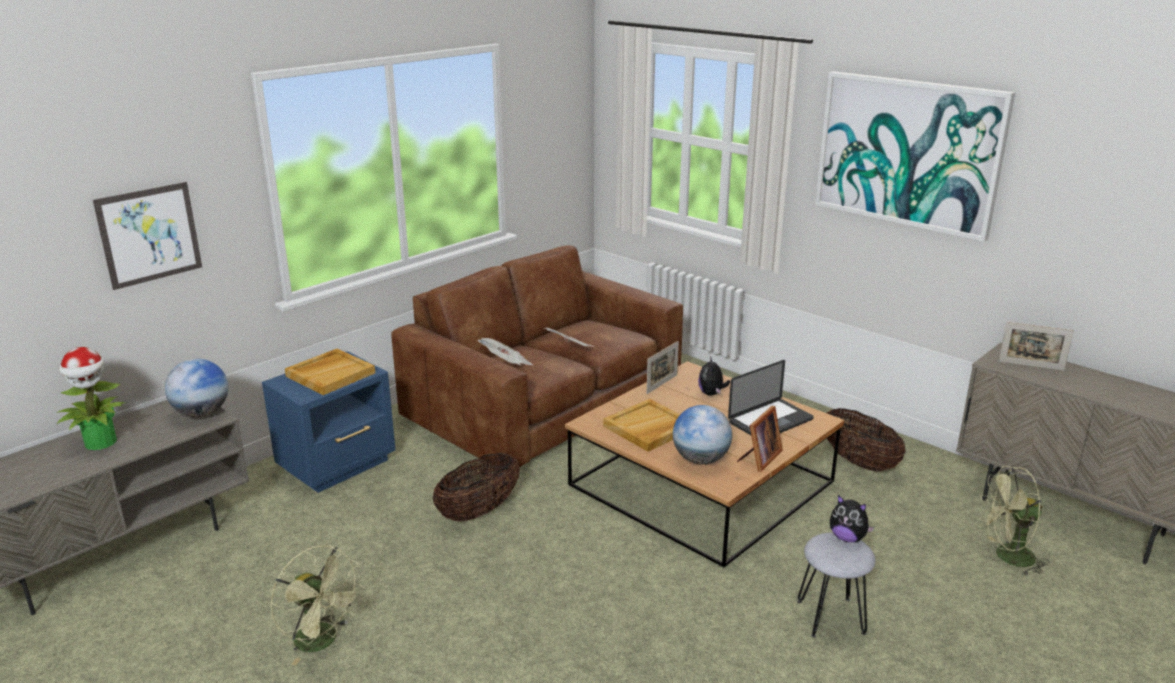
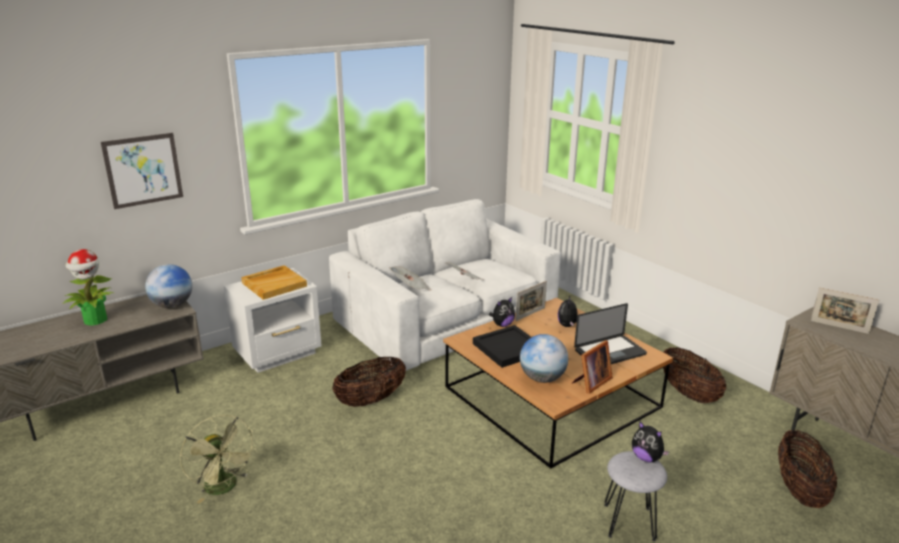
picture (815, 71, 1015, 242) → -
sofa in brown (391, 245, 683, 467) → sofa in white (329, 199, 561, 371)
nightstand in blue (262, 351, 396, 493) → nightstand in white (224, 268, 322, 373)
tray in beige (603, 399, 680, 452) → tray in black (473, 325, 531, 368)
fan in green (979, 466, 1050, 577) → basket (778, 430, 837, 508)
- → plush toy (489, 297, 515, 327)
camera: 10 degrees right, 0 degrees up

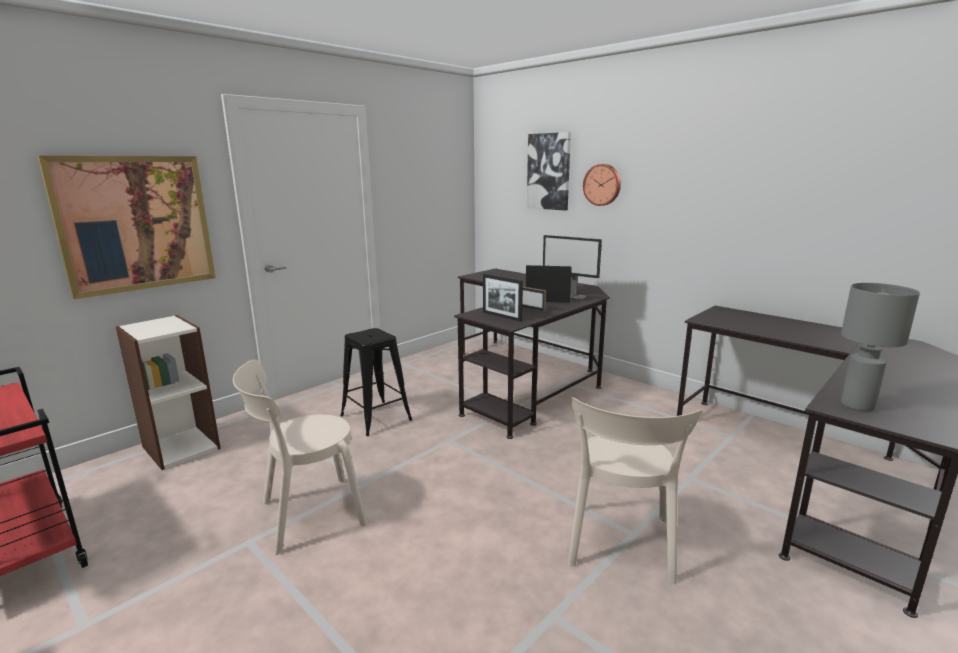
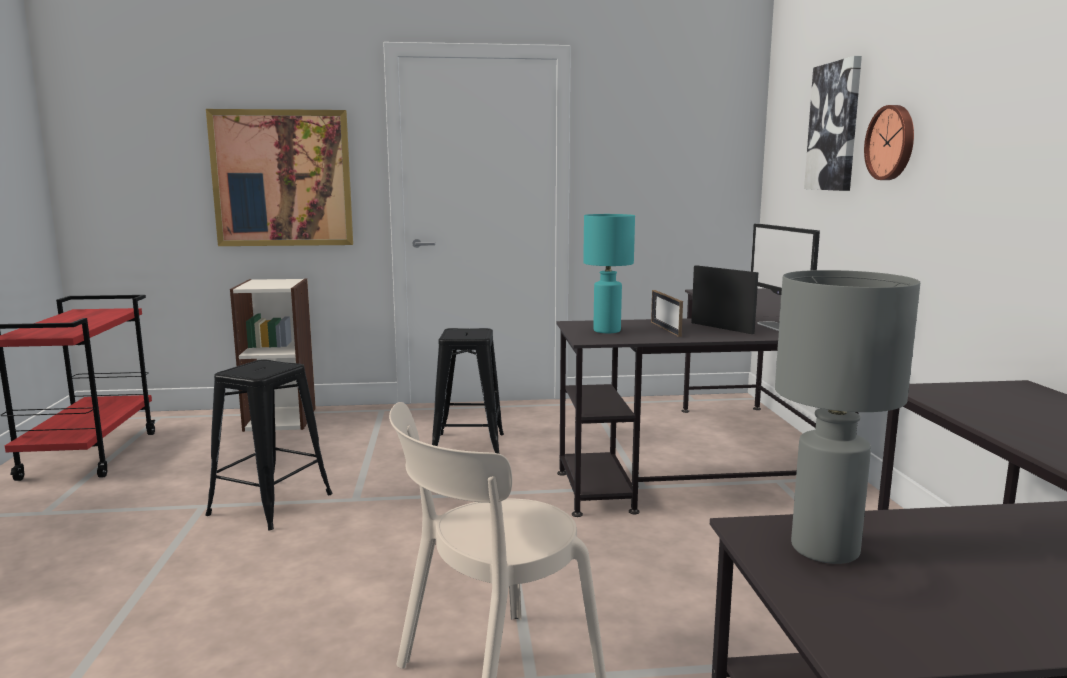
picture frame (483, 274, 523, 321) → table lamp in turquoise (583, 214, 635, 333)
chair in beige (233, 360, 367, 555) → stool in black (205, 359, 332, 531)
camera: 40 degrees right, 5 degrees down

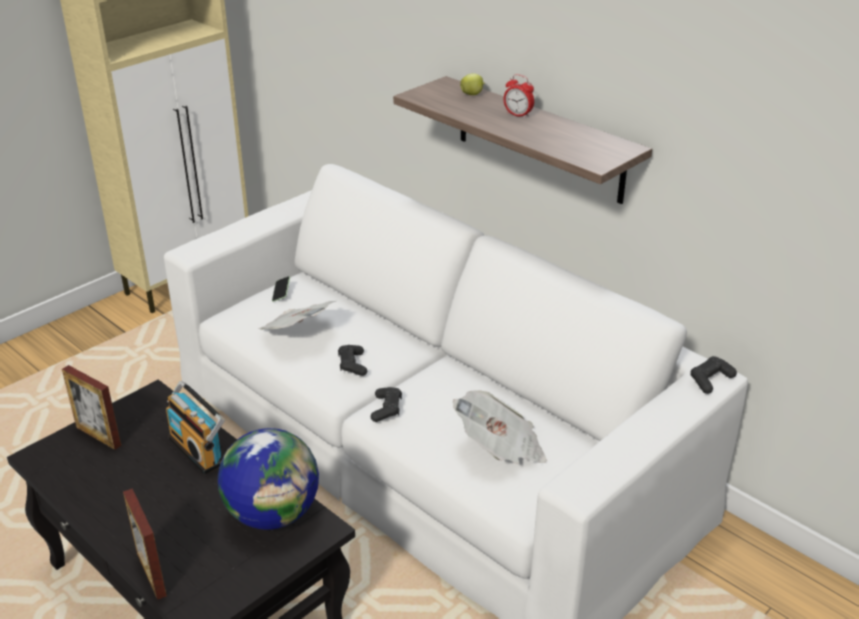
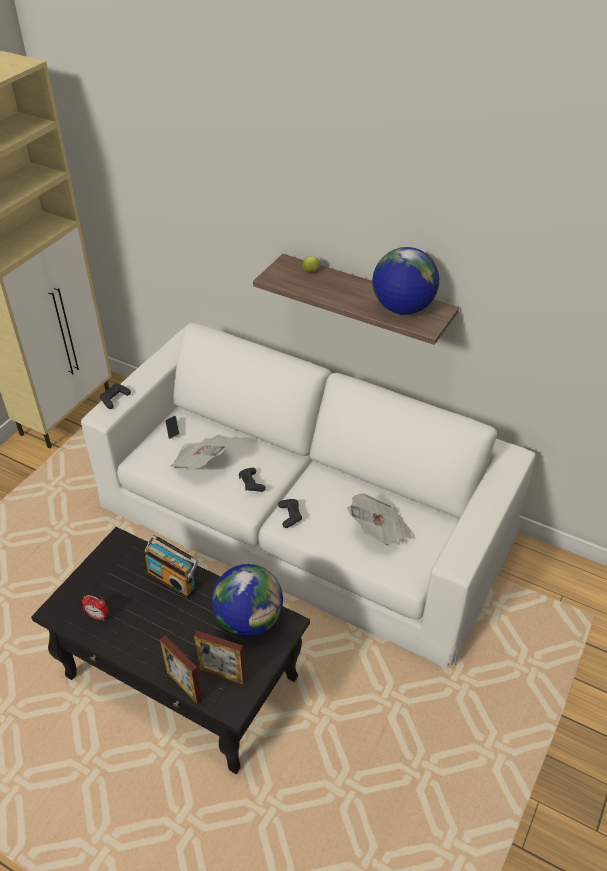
alarm clock (504, 74, 534, 119) → alarm clock (82, 595, 109, 621), move
game controller in black (690, 356, 737, 394) → game controller in black (100, 383, 131, 409), move
picture frame (62, 365, 121, 450) → picture frame (194, 631, 246, 685), move
- → globe (373, 247, 439, 315)
camera: 15 degrees left, 10 degrees up

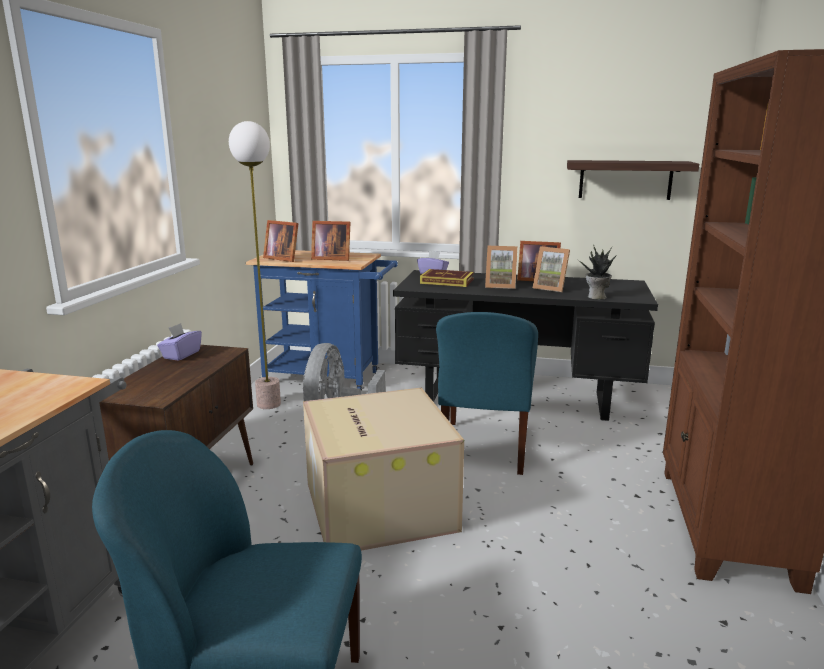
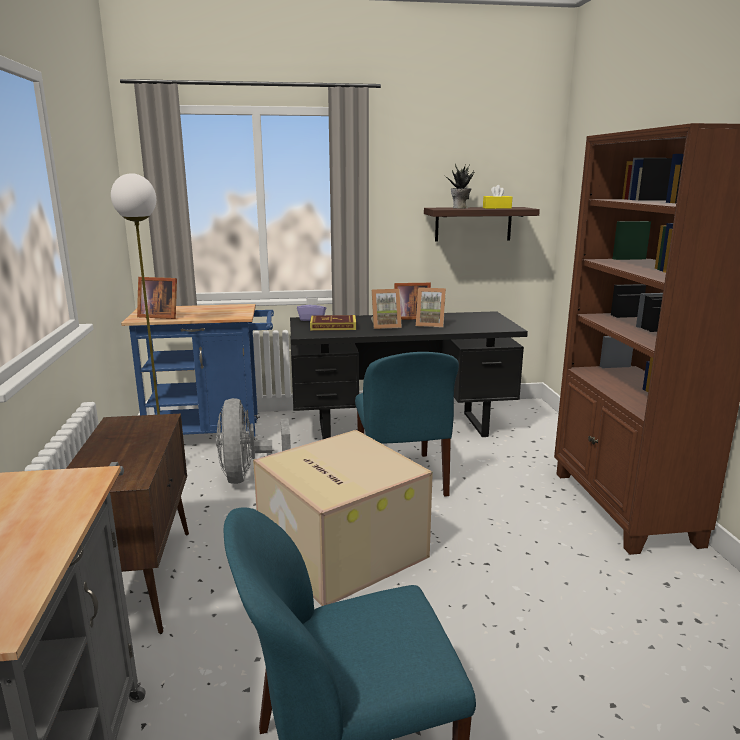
picture frame (311, 221, 350, 261) → -
potted plant (577, 245, 616, 300) → potted plant (444, 164, 475, 208), move
tissue box in purple (157, 323, 202, 361) → -
- → tissue box in yellow (483, 185, 512, 209)
camera: 20 degrees left, 0 degrees up

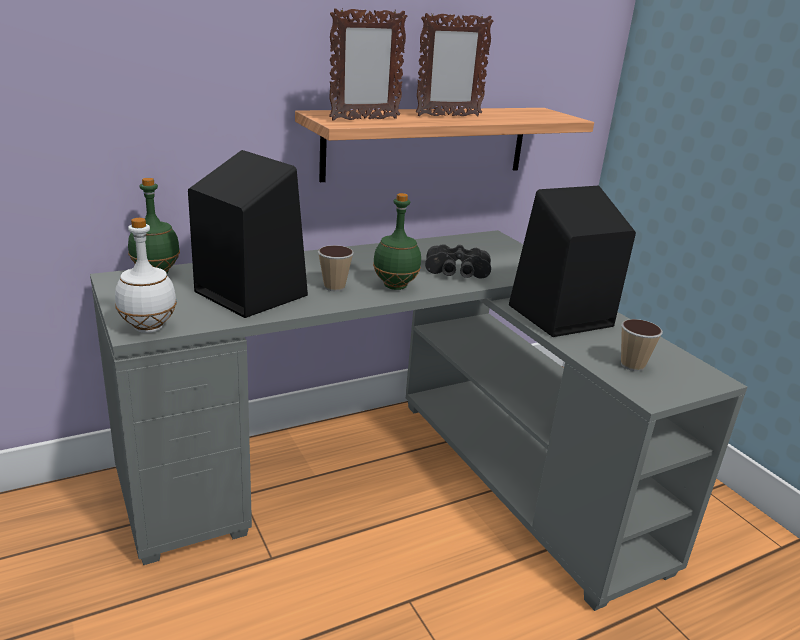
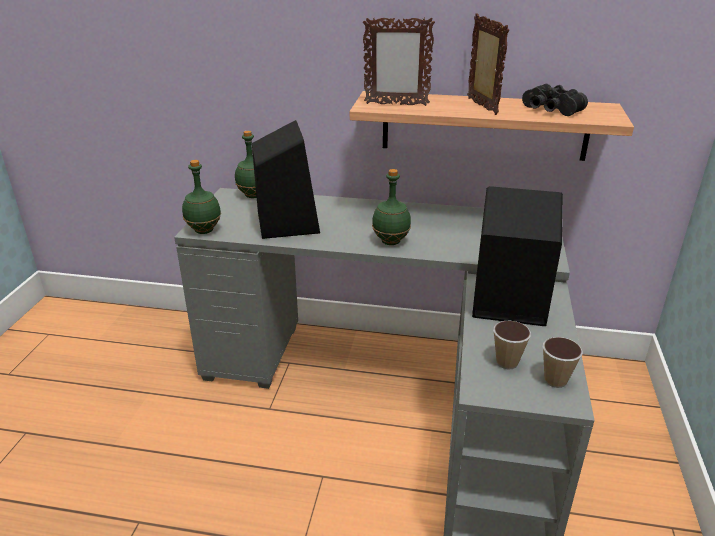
picture frame (416, 12, 494, 116) → picture frame (467, 13, 509, 115), 120 degrees counterclockwise
bottle in white (115, 218, 177, 333) → bottle in green (182, 160, 221, 234)
binoculars in black (425, 244, 491, 279) → binoculars in black (522, 84, 588, 116), move
cup (318, 245, 354, 291) → cup (543, 337, 583, 388), move
camera: 40 degrees right, 5 degrees up

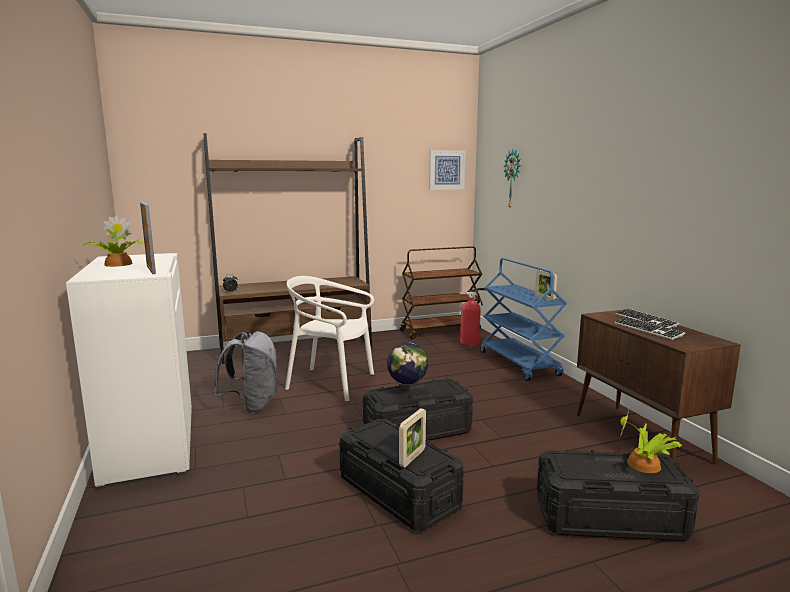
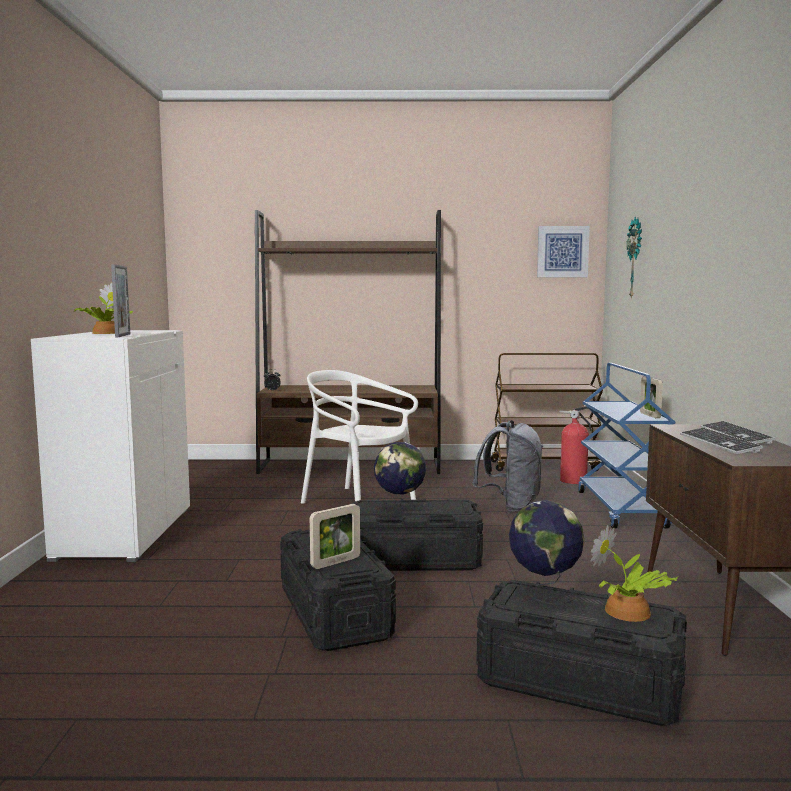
backpack in grey (214, 331, 278, 413) → backpack in grey (472, 420, 543, 512), move
- → globe (509, 500, 585, 605)
camera: 20 degrees right, 5 degrees down

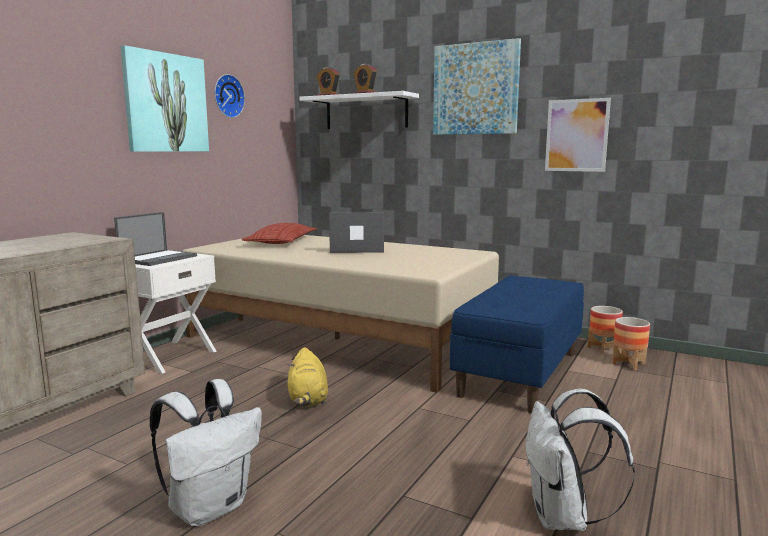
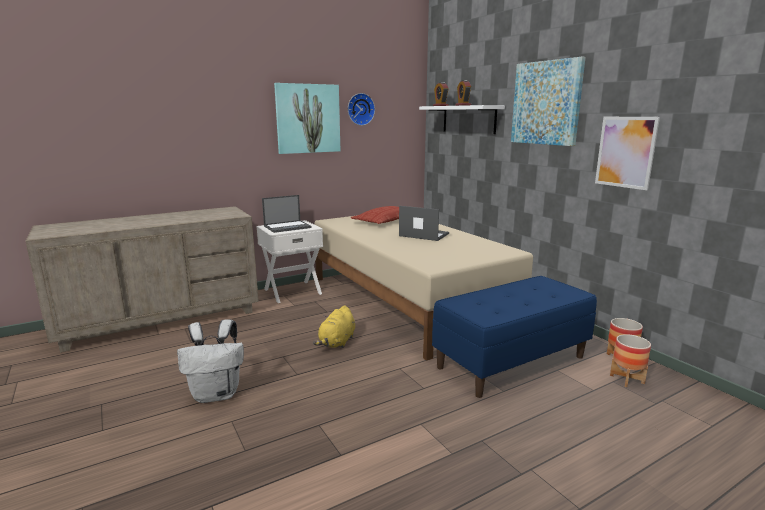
backpack in white (526, 389, 635, 531) → -
camera: 30 degrees right, 5 degrees up

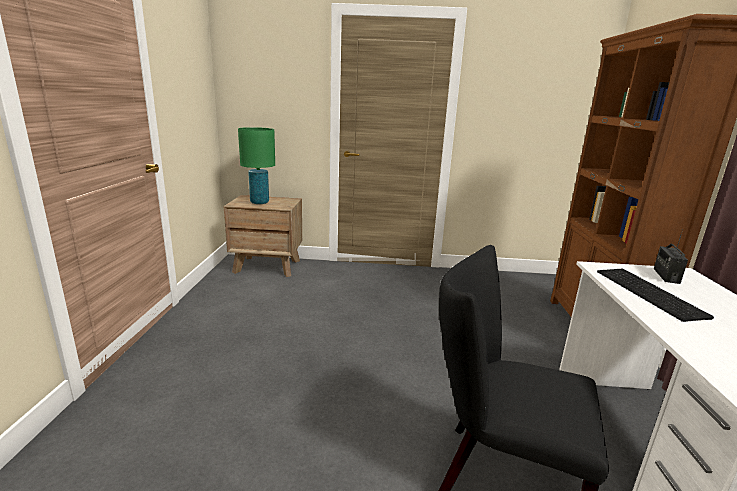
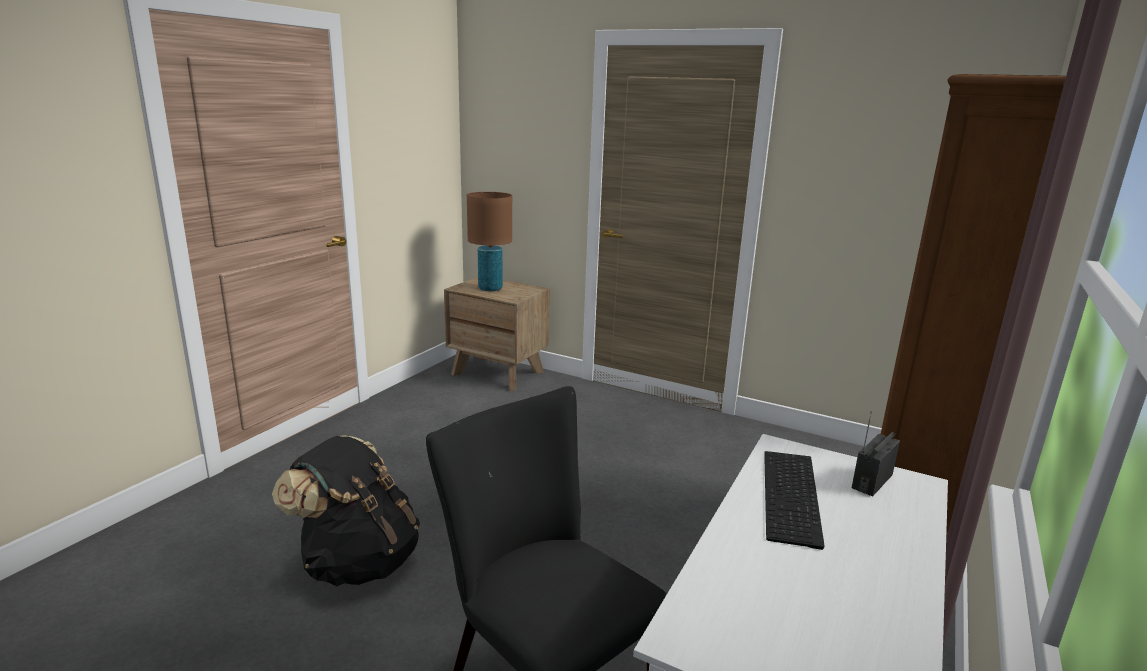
table lamp in green (238, 127, 275, 204) → table lamp in brown (467, 192, 512, 291)
- → backpack in black (272, 435, 420, 586)
camera: 25 degrees right, 0 degrees up

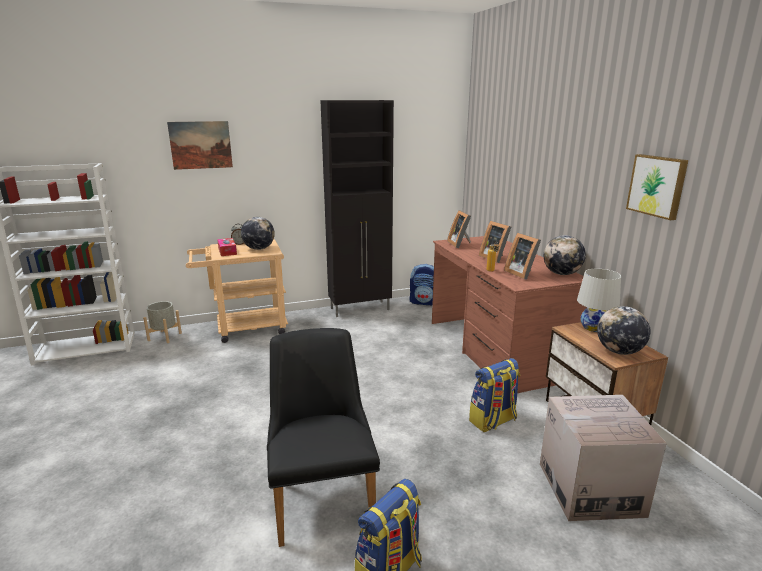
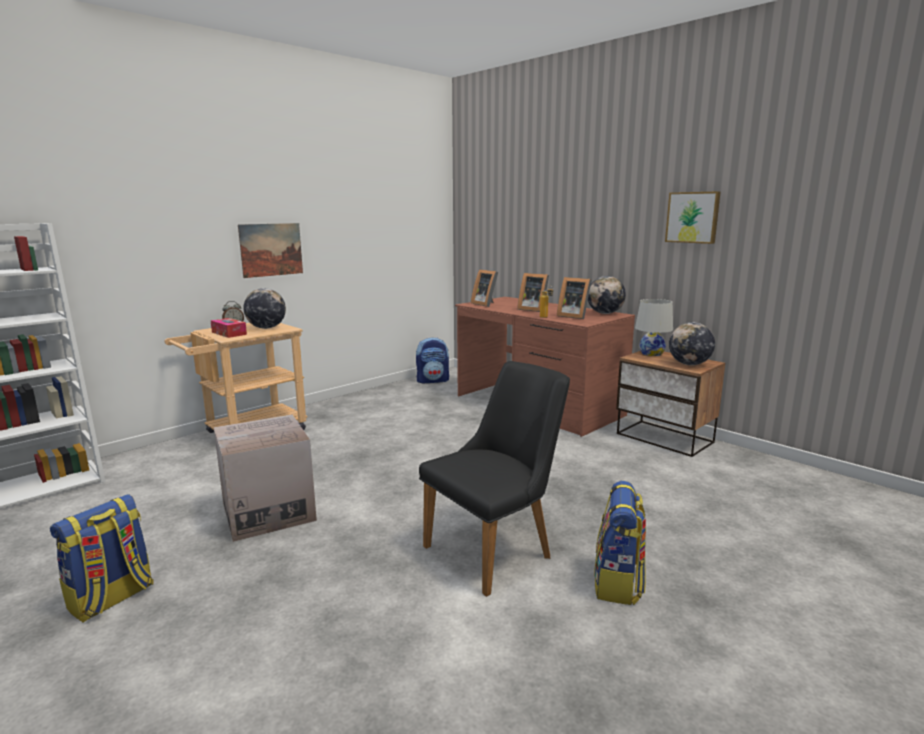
cabinet in black (320, 100, 394, 317) → -
picture (167, 121, 233, 170) → picture (238, 223, 303, 278), move
planter in grey (143, 301, 182, 343) → -
chair in black (267, 328, 380, 547) → chair in black (419, 361, 570, 597), 90 degrees clockwise
backpack (469, 358, 520, 432) → backpack (50, 494, 154, 623), move
cardboard box (540, 395, 667, 521) → cardboard box (214, 415, 317, 542), move
camera: 25 degrees left, 5 degrees down

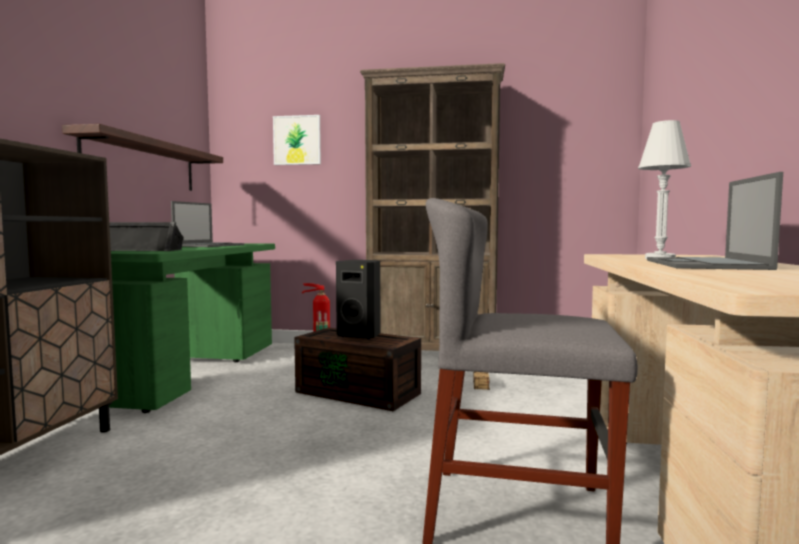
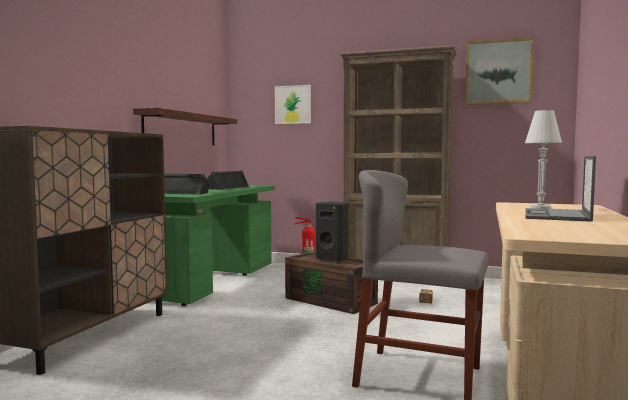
laptop (171, 201, 244, 247) → speaker in black (207, 170, 249, 190)
- → picture (465, 37, 534, 105)
camera: 10 degrees right, 0 degrees up

